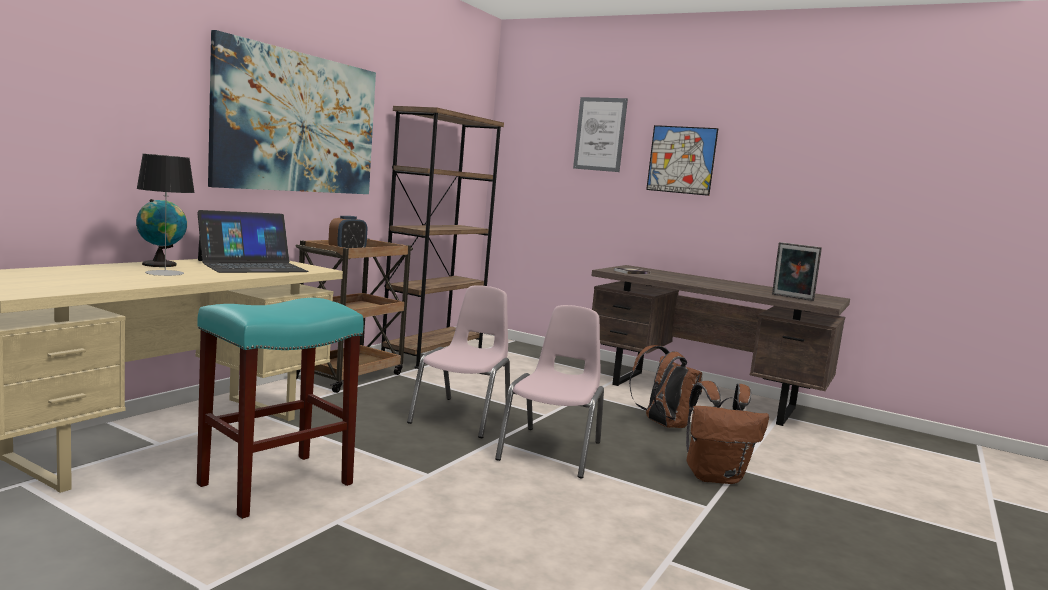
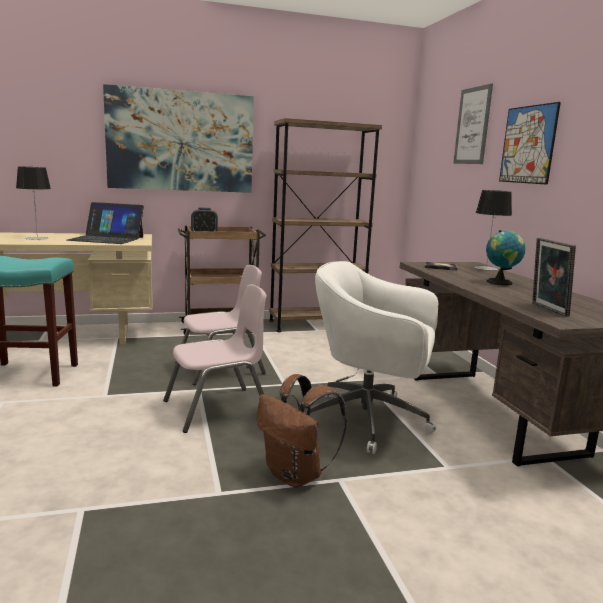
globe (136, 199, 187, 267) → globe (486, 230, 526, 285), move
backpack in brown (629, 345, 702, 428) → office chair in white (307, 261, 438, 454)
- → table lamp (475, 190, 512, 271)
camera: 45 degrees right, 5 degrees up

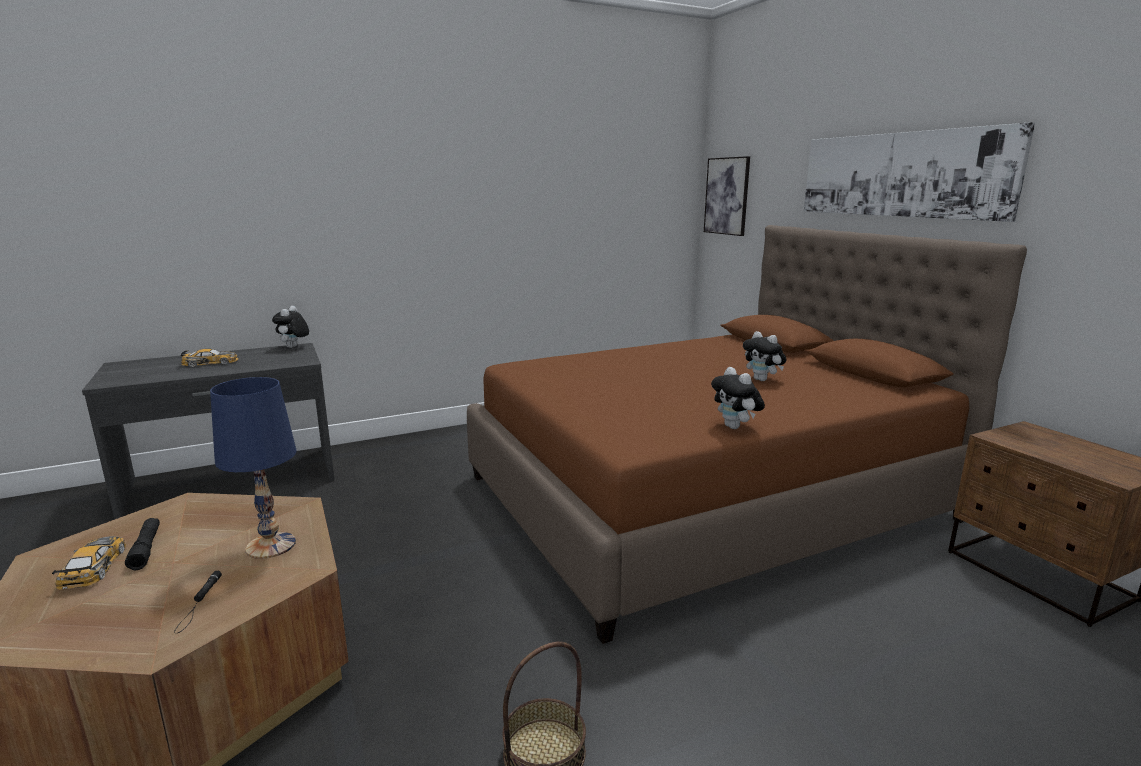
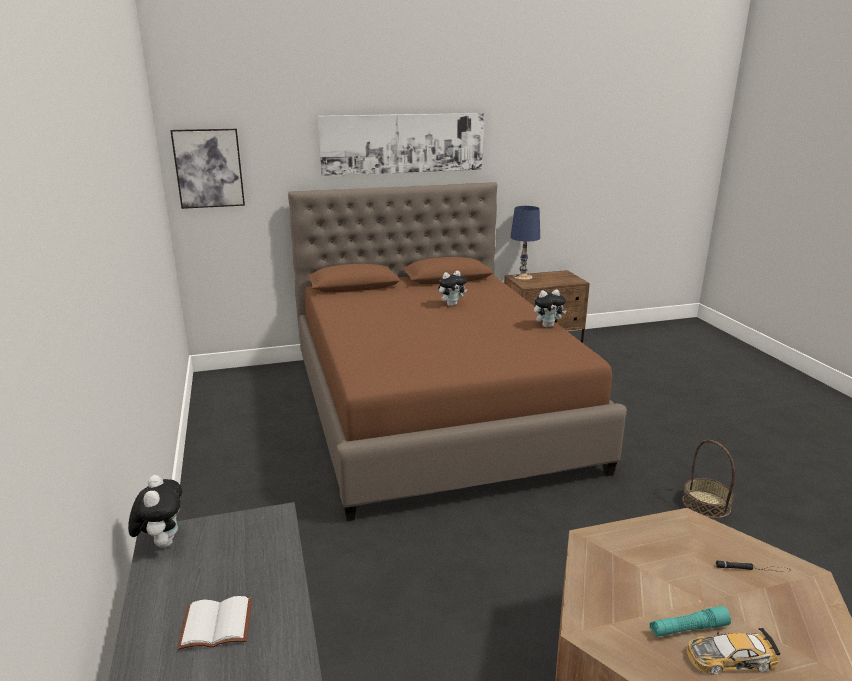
plush toy (272, 306, 309, 348) → plush toy (128, 475, 182, 548), 120 degrees counterclockwise
toy car (181, 349, 239, 367) → book in white (177, 596, 252, 650)
table lamp in blue (210, 377, 297, 559) → table lamp in blue (510, 206, 540, 280), move
flashlight in black (125, 518, 160, 570) → flashlight in turquoise (649, 606, 731, 637)
camera: 80 degrees left, 5 degrees up

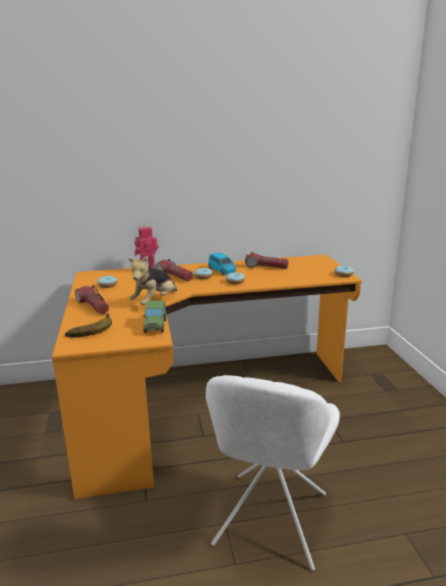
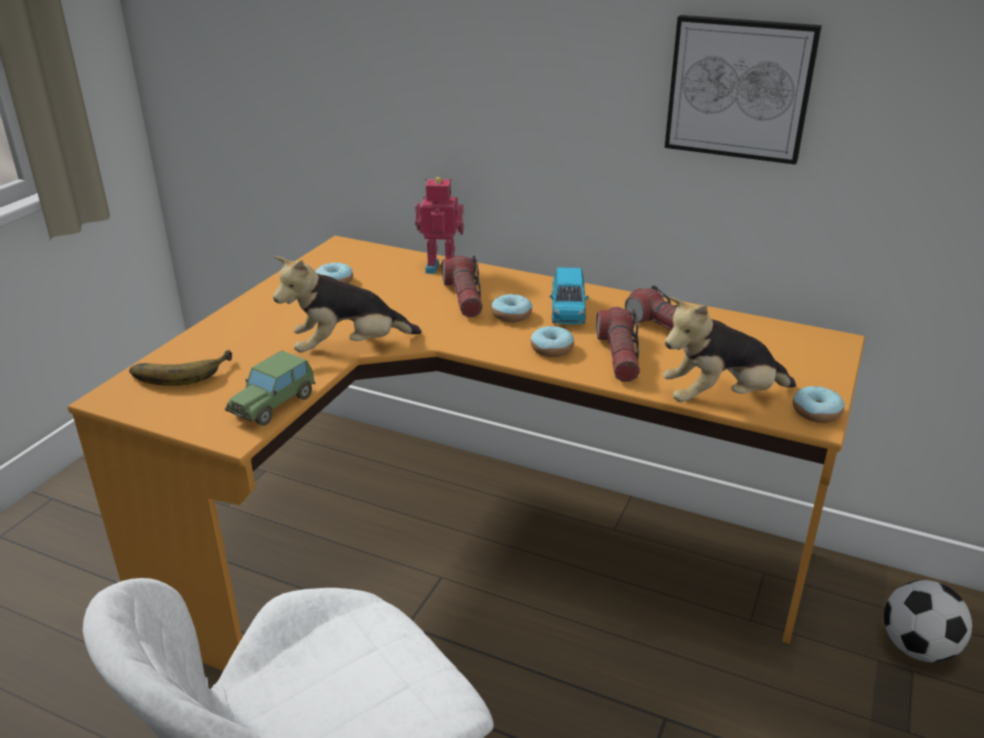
flashlight (75, 285, 109, 315) → flashlight (596, 307, 640, 382), move
- → picture (665, 15, 822, 165)
- → plush toy (663, 297, 796, 402)
- → football (884, 580, 972, 662)
camera: 35 degrees right, 10 degrees up

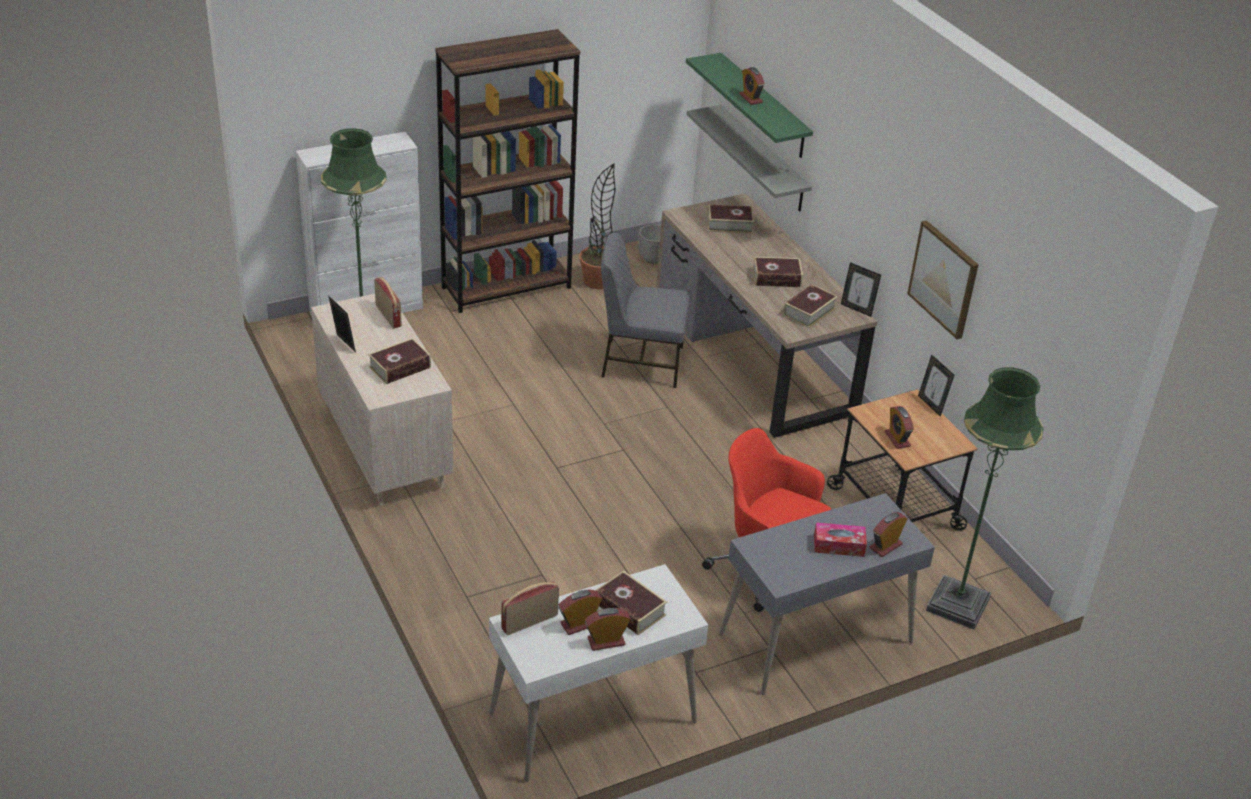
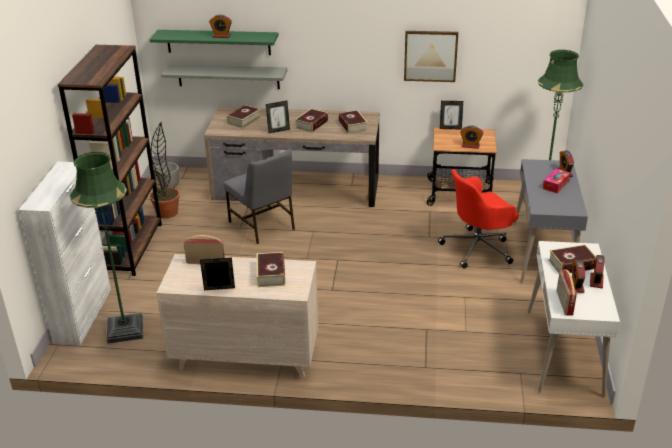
chair in grey (601, 232, 690, 388) → chair in grey (224, 149, 295, 244), 75 degrees counterclockwise
picture frame (841, 262, 881, 317) → picture frame (266, 101, 290, 133), move
camera: 55 degrees left, 5 degrees down

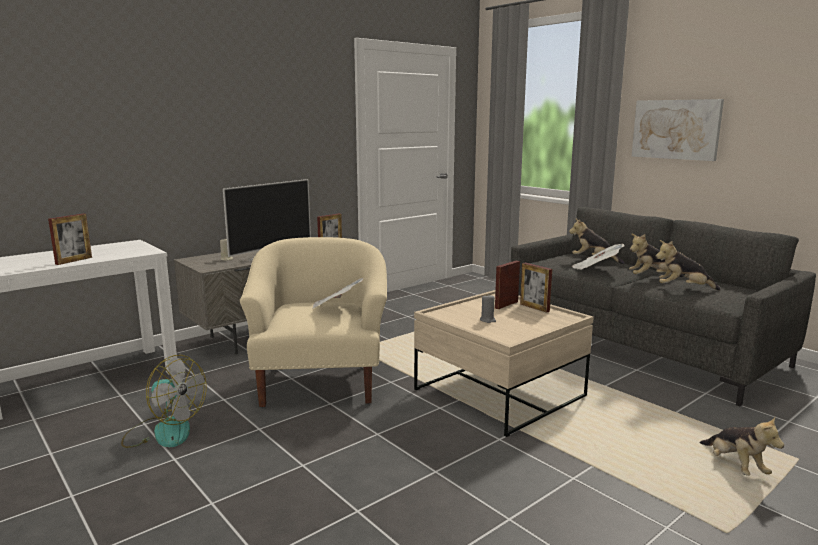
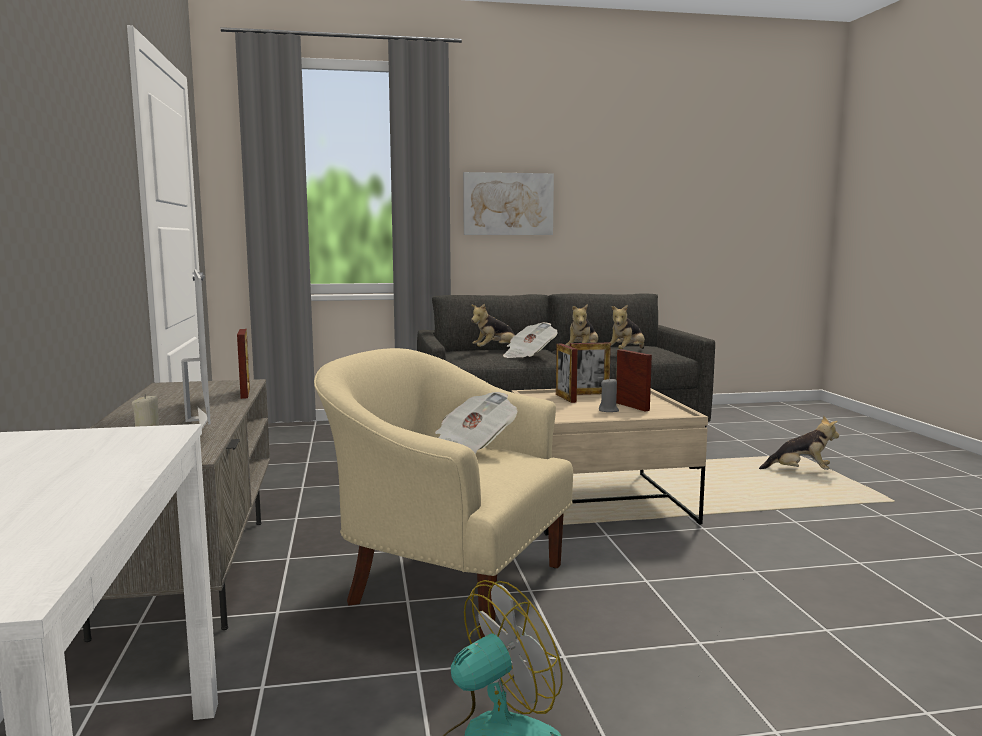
picture frame (48, 214, 92, 265) → picture frame (616, 349, 652, 412), move
camera: 60 degrees left, 5 degrees down

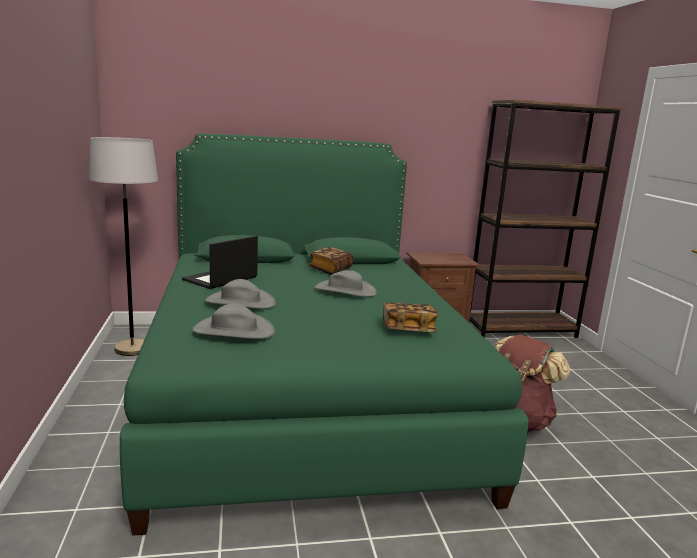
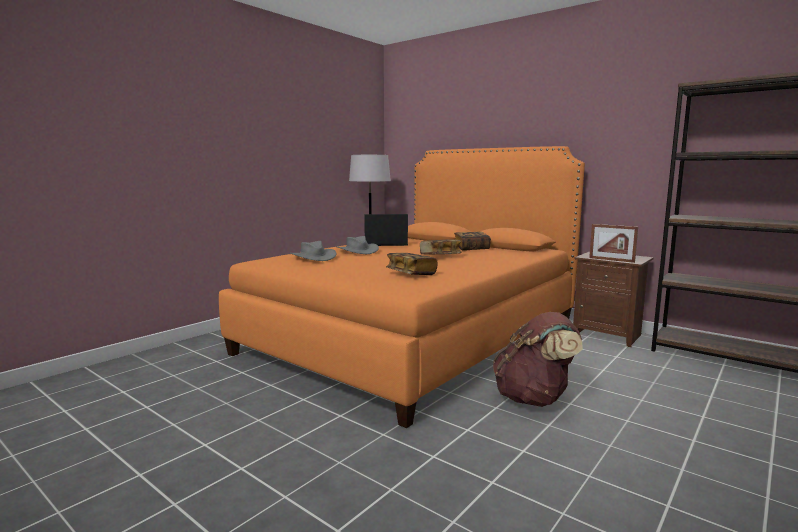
bed in green (120, 134, 528, 536) → bed in orange (219, 146, 585, 428)
hat in grey (314, 270, 377, 297) → book (420, 239, 462, 255)
- → picture frame (589, 224, 638, 263)
camera: 50 degrees right, 5 degrees down

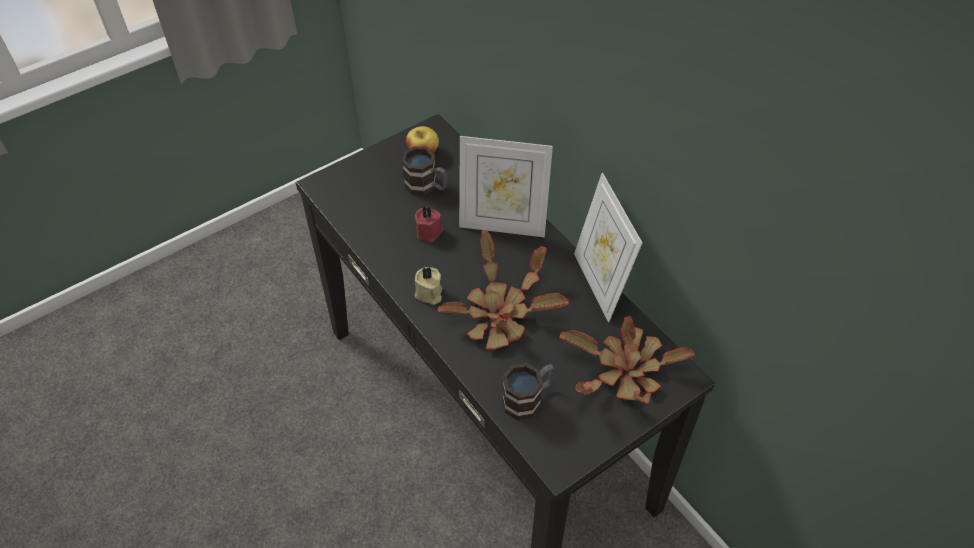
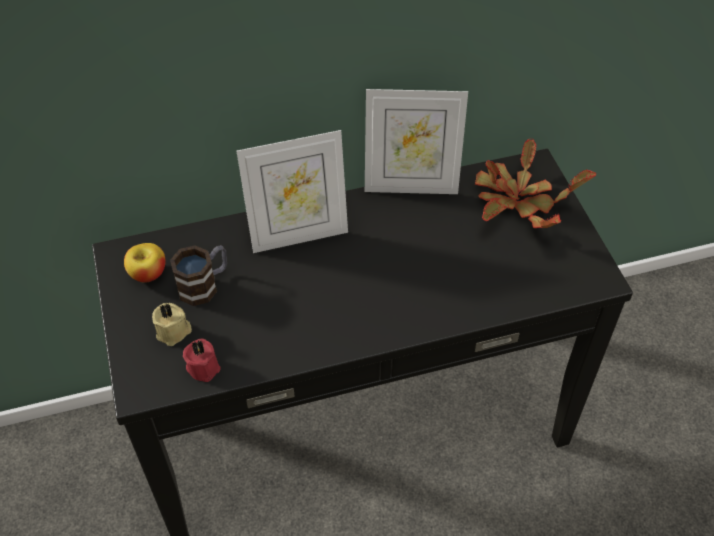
picture frame (459, 136, 553, 237) → picture frame (236, 130, 348, 253), 45 degrees clockwise
candle in red (415, 206, 444, 242) → candle in red (183, 339, 221, 382), move
potted plant (438, 230, 569, 350) → -
candle in beige (415, 267, 442, 305) → candle in beige (152, 303, 192, 346), move
mug (502, 363, 555, 420) → -
camera: 70 degrees left, 0 degrees up

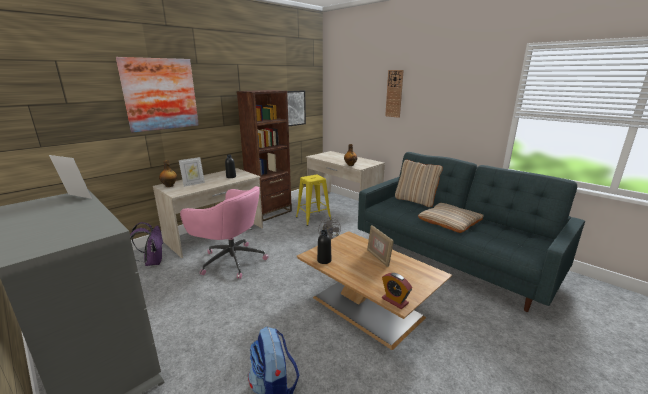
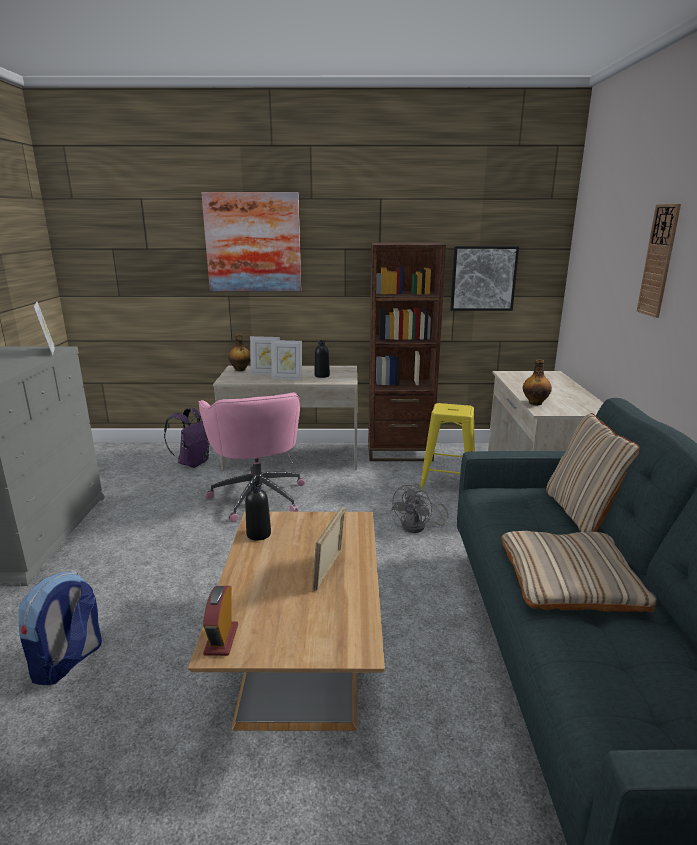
- → picture frame (271, 340, 302, 380)
camera: 45 degrees right, 0 degrees up

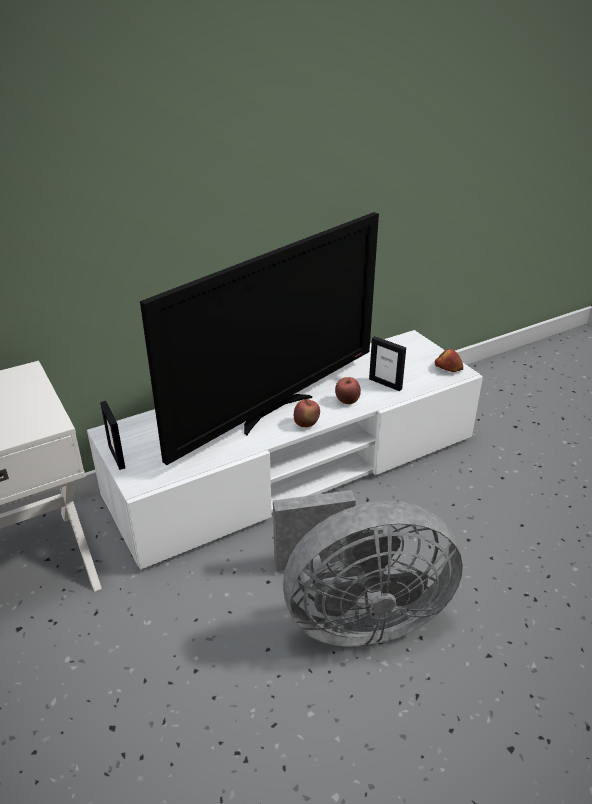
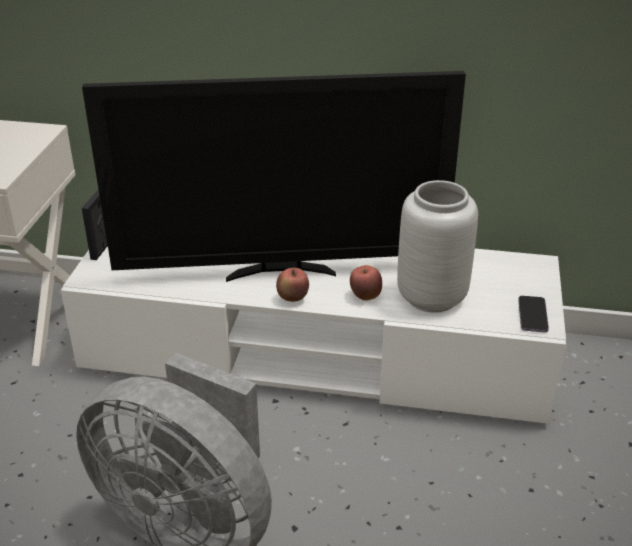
picture frame (369, 336, 406, 391) → vase in grey (397, 180, 478, 313)
apple (434, 349, 463, 372) → phone (518, 296, 549, 332)
camera: 40 degrees right, 0 degrees up

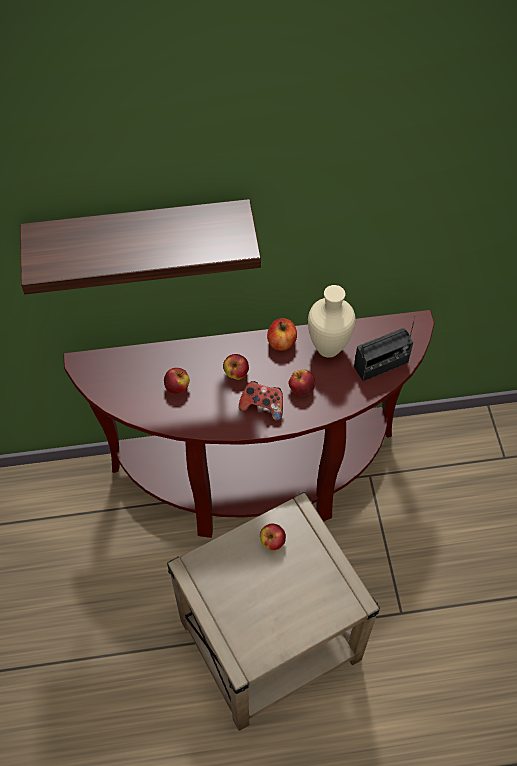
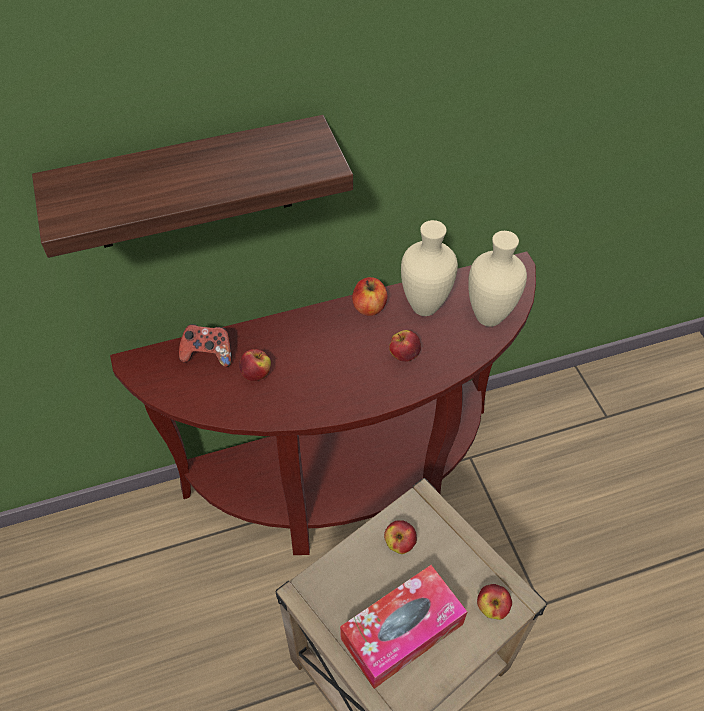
radio (354, 316, 415, 381) → vase in beige (468, 231, 527, 327)
apple (223, 354, 249, 380) → apple (477, 584, 512, 620), move
game controller (239, 381, 283, 421) → game controller (179, 324, 232, 367), move
- → tissue box (340, 565, 467, 689)
camera: 10 degrees left, 5 degrees down

